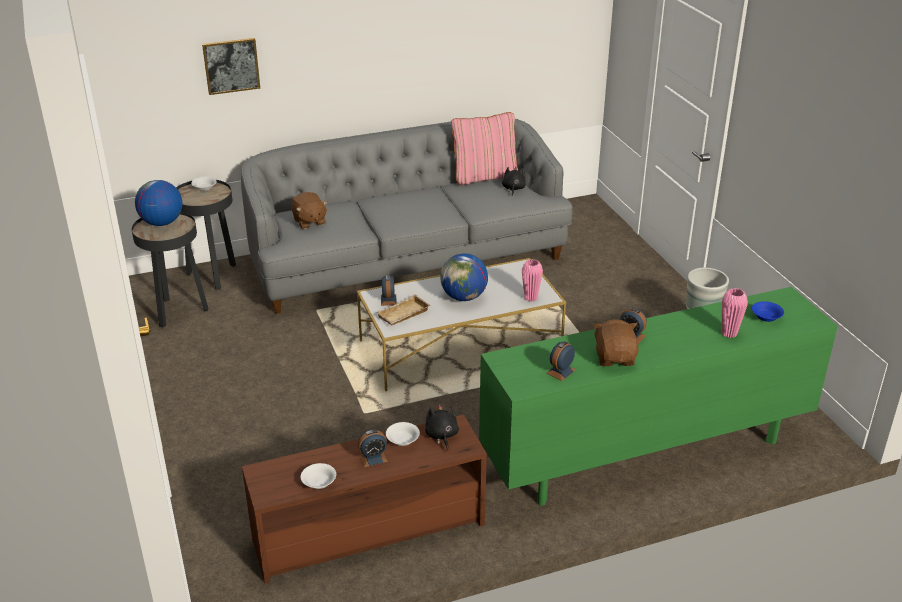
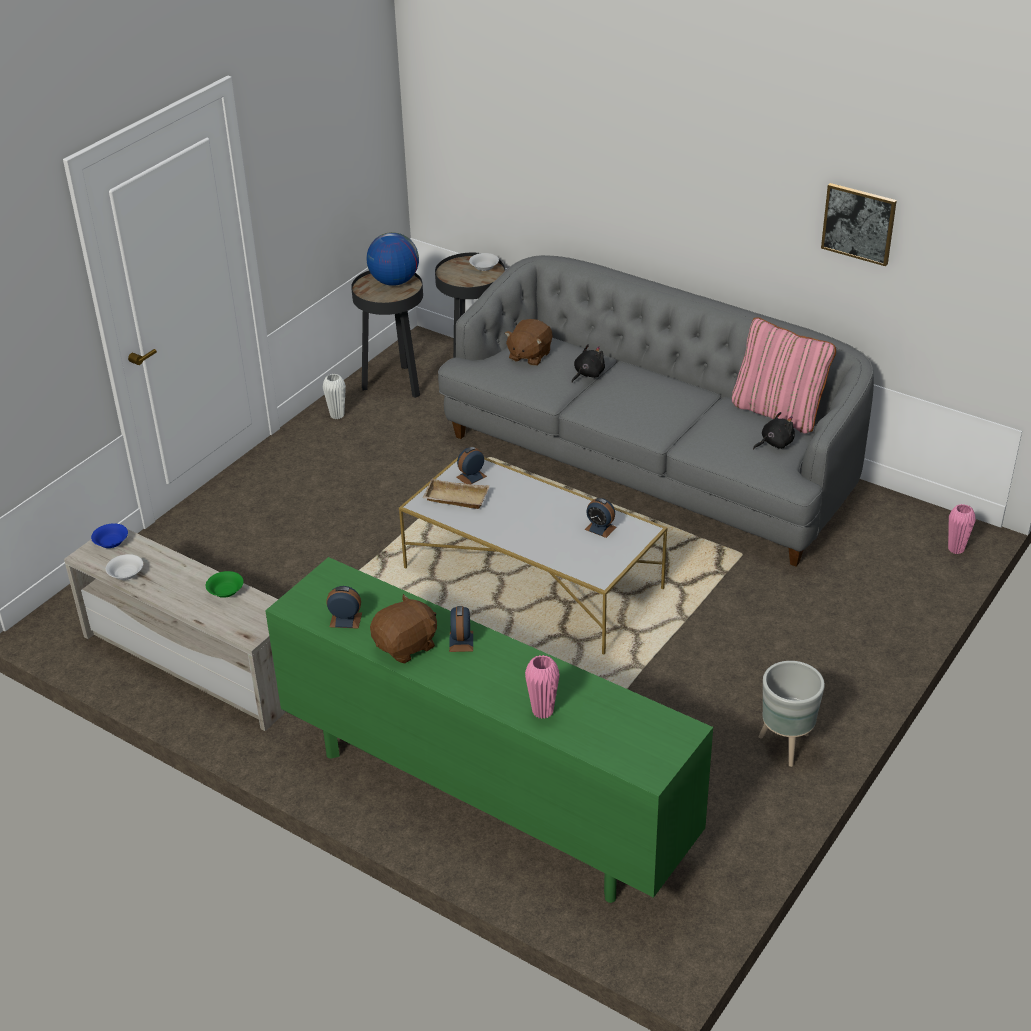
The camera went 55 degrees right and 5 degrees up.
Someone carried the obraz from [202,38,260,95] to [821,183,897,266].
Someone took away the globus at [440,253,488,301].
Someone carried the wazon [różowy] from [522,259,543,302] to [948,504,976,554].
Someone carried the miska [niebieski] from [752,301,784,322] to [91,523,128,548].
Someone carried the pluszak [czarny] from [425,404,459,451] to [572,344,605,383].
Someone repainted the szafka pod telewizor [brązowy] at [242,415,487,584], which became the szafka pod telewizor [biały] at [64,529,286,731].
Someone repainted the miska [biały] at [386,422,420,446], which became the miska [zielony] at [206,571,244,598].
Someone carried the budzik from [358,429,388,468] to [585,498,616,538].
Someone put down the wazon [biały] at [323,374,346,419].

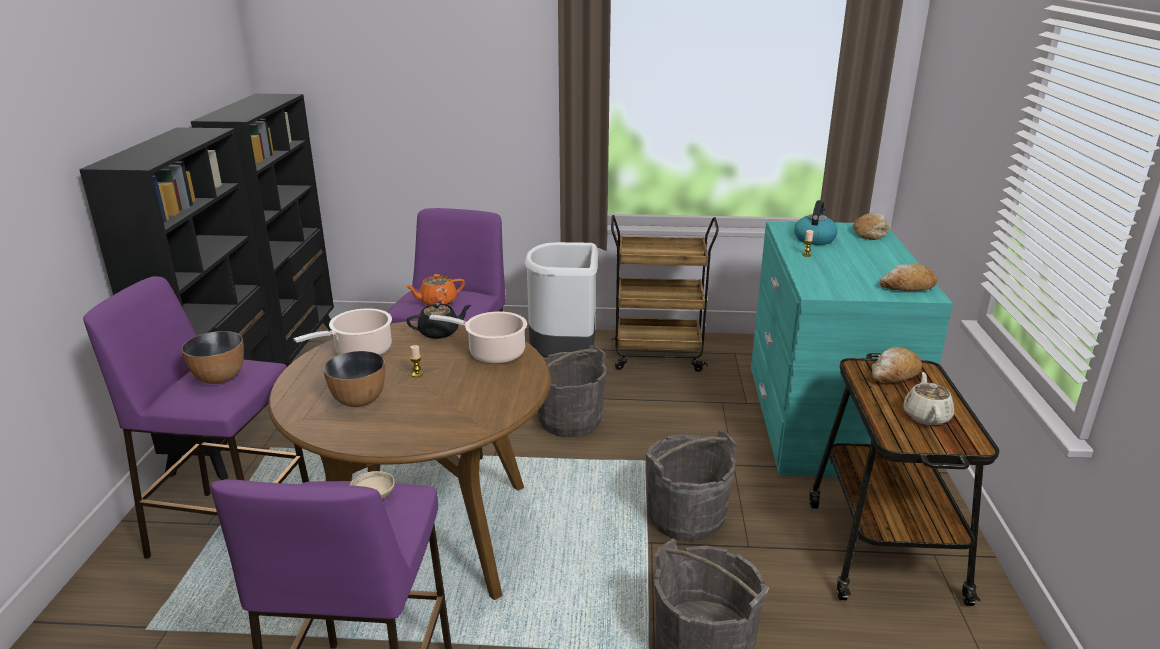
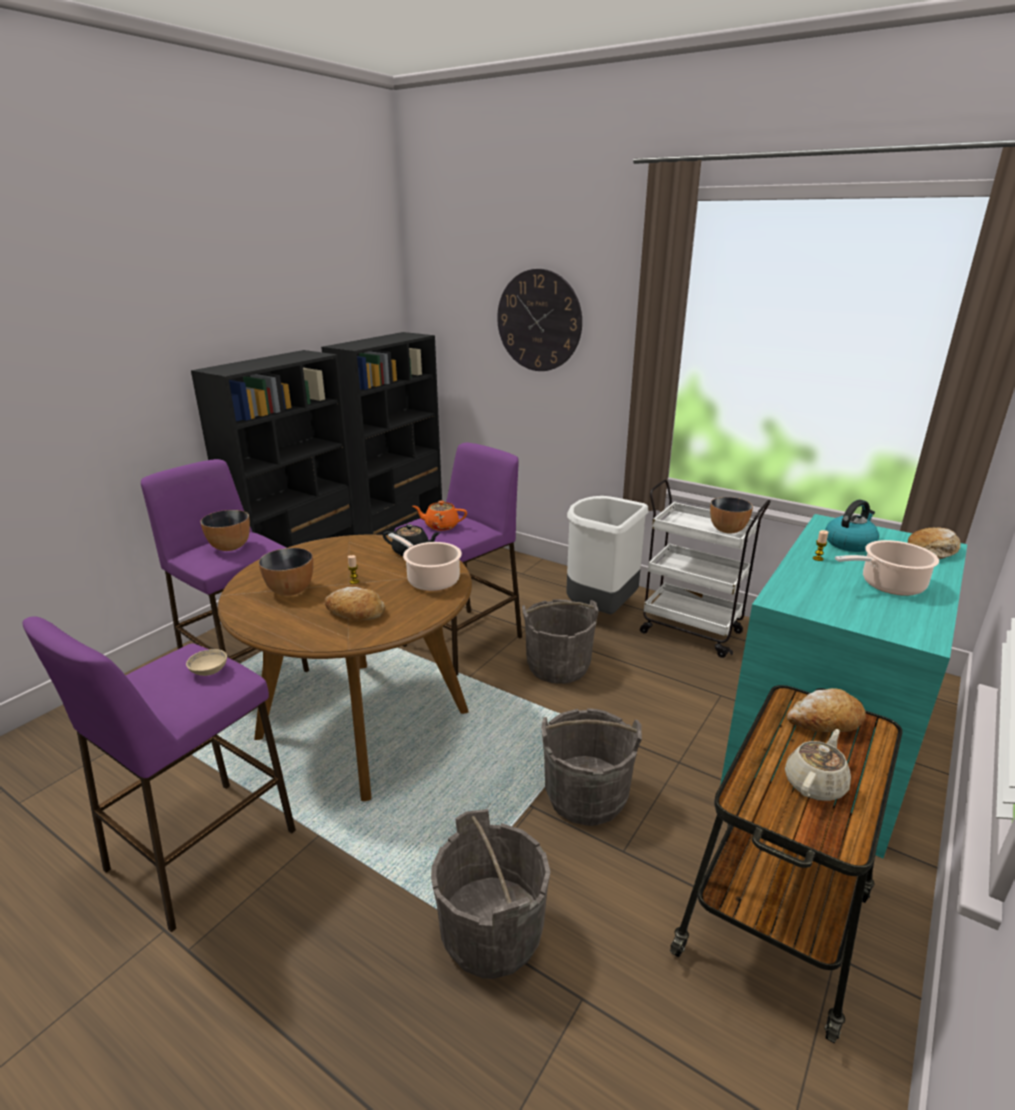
The camera went 30 degrees right and 0 degrees up.
Someone repainted the wózek [brązowy] at [611,215,719,372], which became the wózek [biały] at [640,480,771,658].
Someone carried the chleb from [880,264,937,291] to [324,587,385,620].
Someone carried the garnek from [294,308,392,355] to [835,540,939,596].
Someone put up the zegar ścienny at [497,269,582,371].
Someone put down the miska at [710,497,753,534].

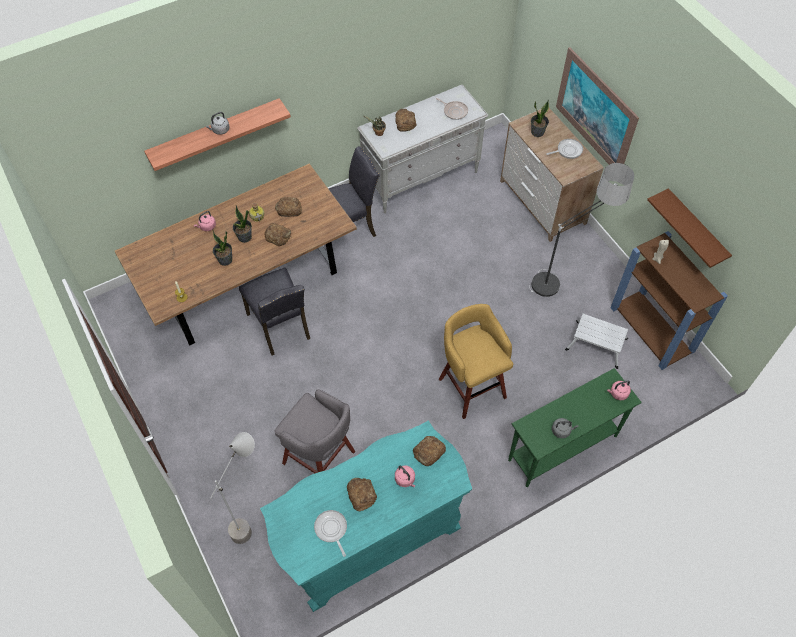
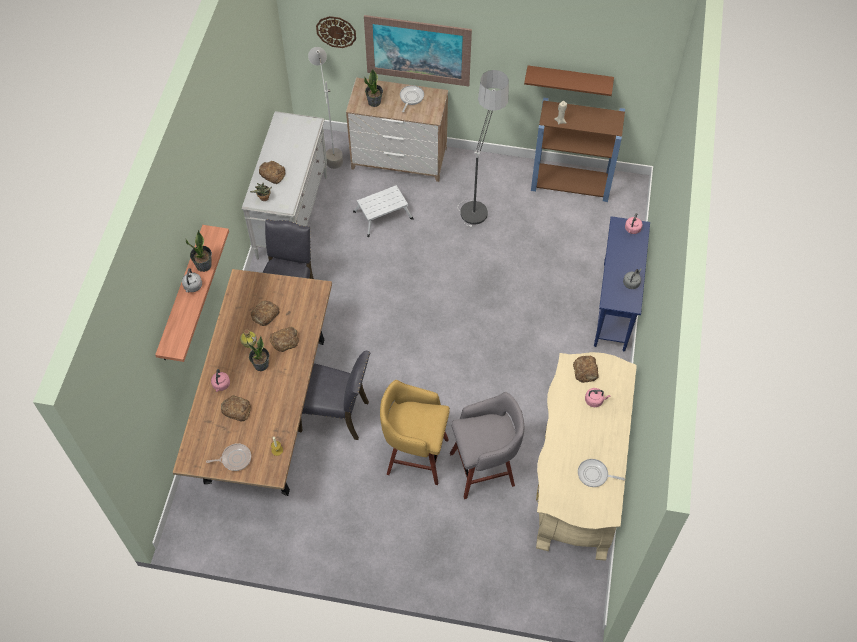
The camera went 50 degrees left and 0 degrees up.
Someone carried the patelnia from [436,98,468,120] to [206,443,251,471].
Someone carried the roślina doniczkowa from [213,231,232,266] to [186,230,212,272].
Someone carried the stołek [żółty] from [439,304,513,419] to [380,380,450,485].
Someone carried the drabinka [biały] from [565,313,628,369] to [353,185,414,237].
Someone repainted the stolik konsolowy [zielony] at [508,368,642,487], which became the stolik konsolowy [niebieski] at [594,216,650,351].
Someone repainted the komoda [turkusowy] at [260,420,472,612], which became the komoda [beżowy] at [536,352,637,561].
Someone carried the lampa stojąca [szary] from [210,432,255,544] to [308,47,343,169].
Someone carried the chleb from [347,478,377,511] to [221,395,251,422].
Someone put up the zegar ścienny at [316,16,356,48].

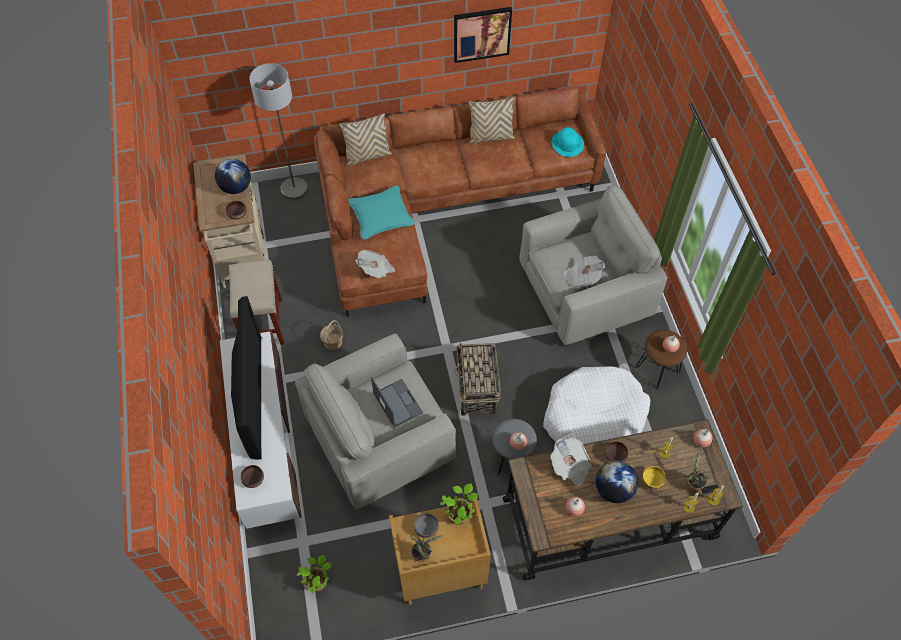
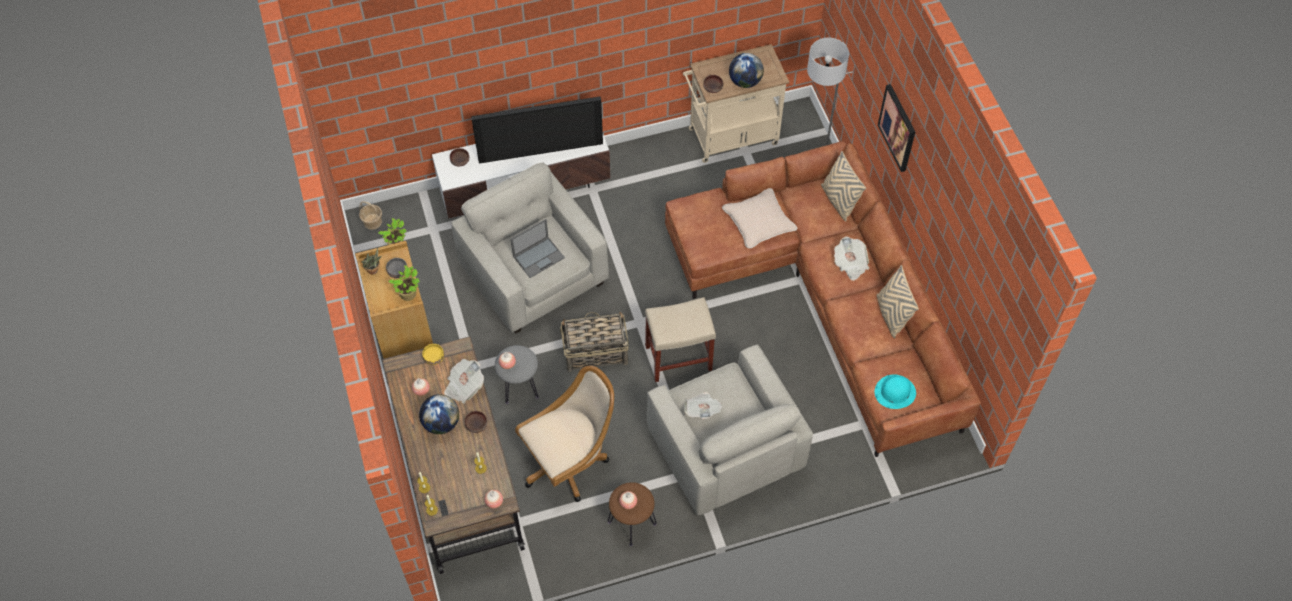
The camera went 85 degrees right and 0 degrees up.
Someone carried the obraz from [454,7,512,63] to [878,84,915,172].
Someone repainted the poduszka [turkusowy] at [348,186,414,239], which became the poduszka [beżowy] at [722,188,798,248].
Someone carried the gazeta from [355,250,395,278] to [834,236,869,281].
Someone carried the stołek [beżowy] from [229,260,285,345] to [645,297,716,382].
Someone carried the koszyk from [320,320,343,350] to [359,201,382,230].
Someone swapped the legowisko [biały] at [543,366,650,444] for the krzesło biurowe at [515,365,614,502].
Someone took away the roślina doniczkowa at [685,452,709,491].
Someone carried the miska [żółty] from [641,466,666,490] to [422,344,444,365].

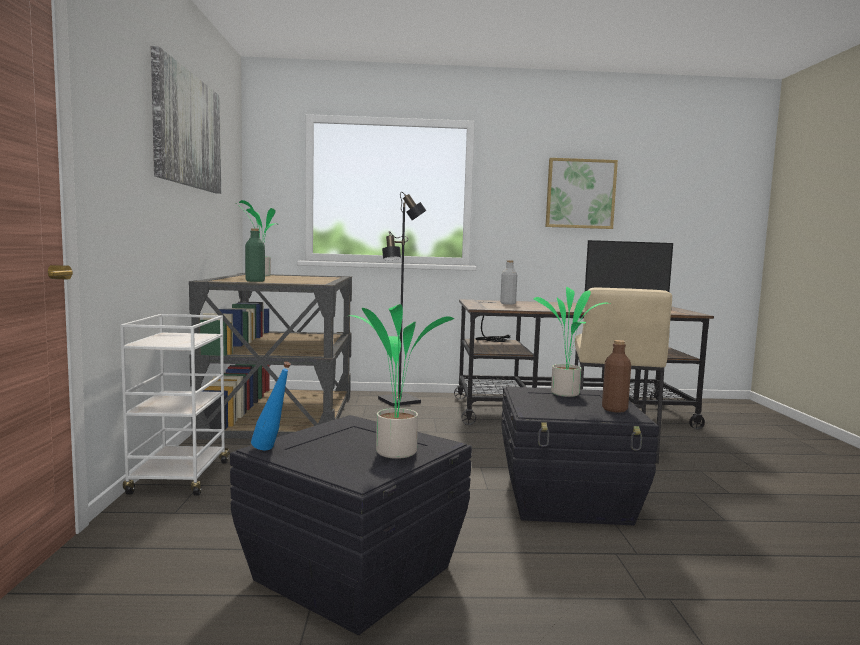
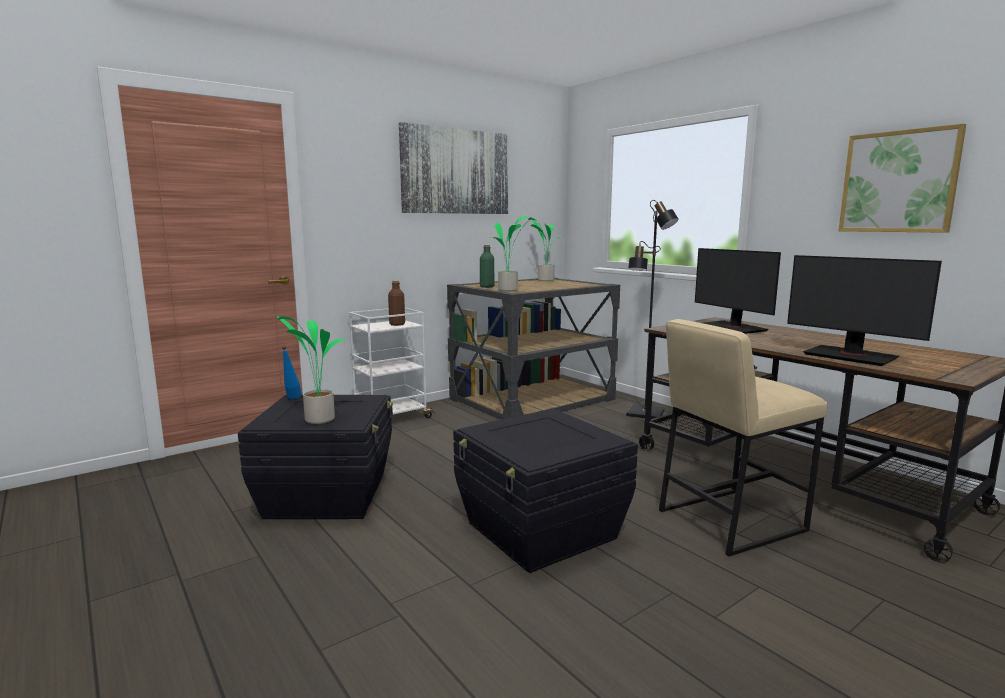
The camera went 55 degrees right and 5 degrees up.
Someone swapped the butelka [szary] at [500,260,517,305] for the monitor at [695,248,781,334].
Someone carried the roślina doniczkowa from [533,287,610,397] to [489,216,528,291].
Someone carried the butelka [brązowy] from [602,340,631,413] to [388,280,405,326].

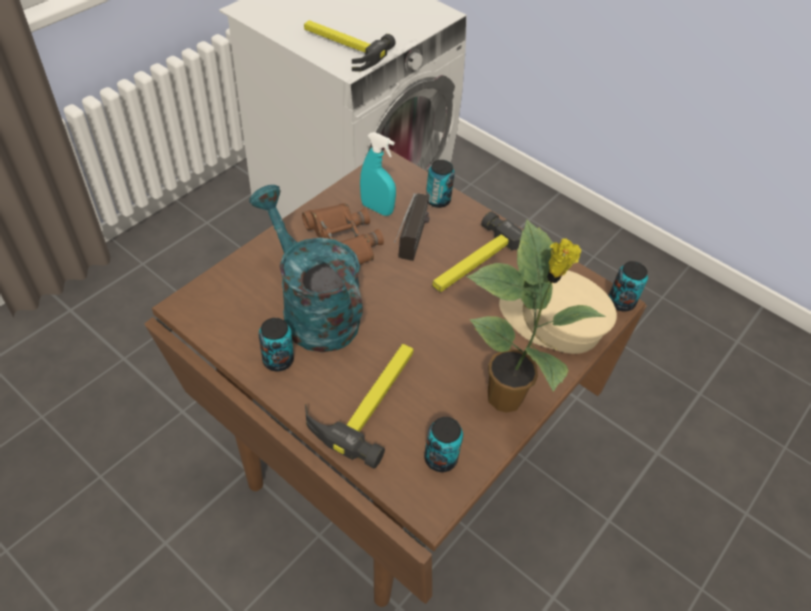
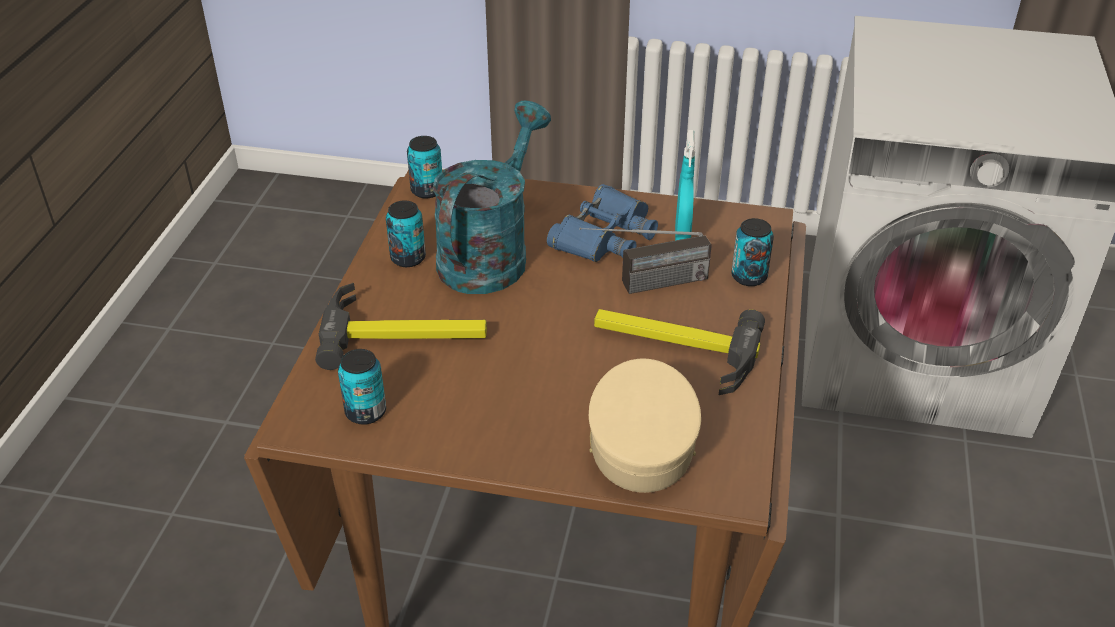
The camera went 65 degrees right and 10 degrees down.
Someone took away the młotek at [304,20,396,72].
Someone repainted the lornetka [brązowy] at [302,203,384,265], which became the lornetka [niebieski] at [547,184,658,262].
Someone took away the roślina doniczkowa at [466,219,606,413].
Someone carried the puszka from [608,261,648,311] to [407,136,442,198].

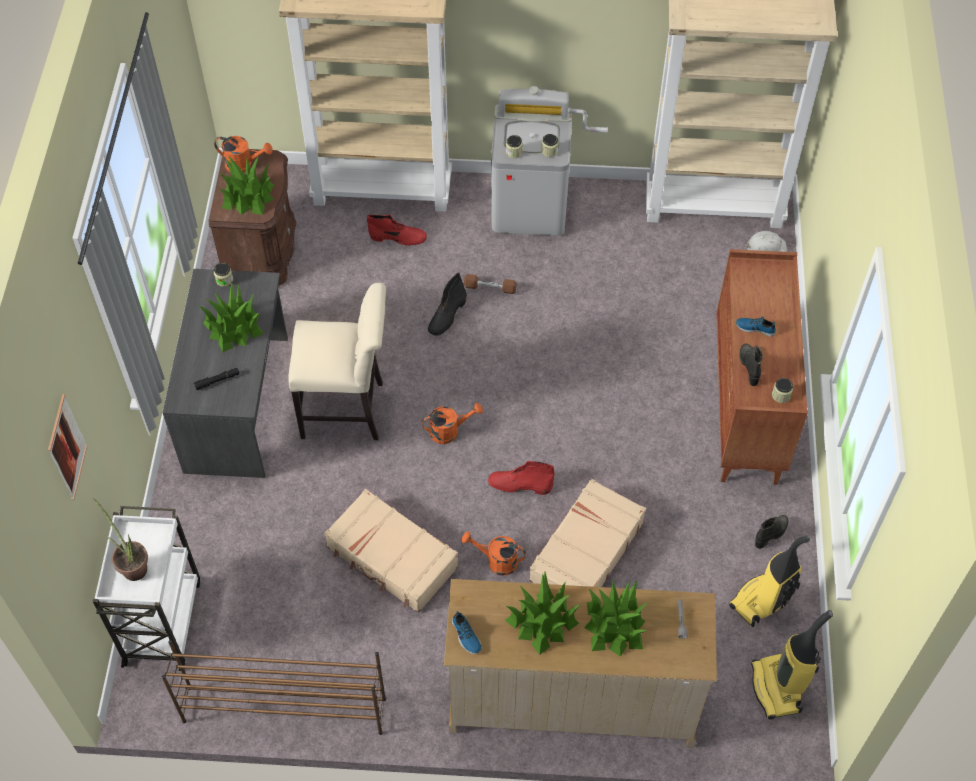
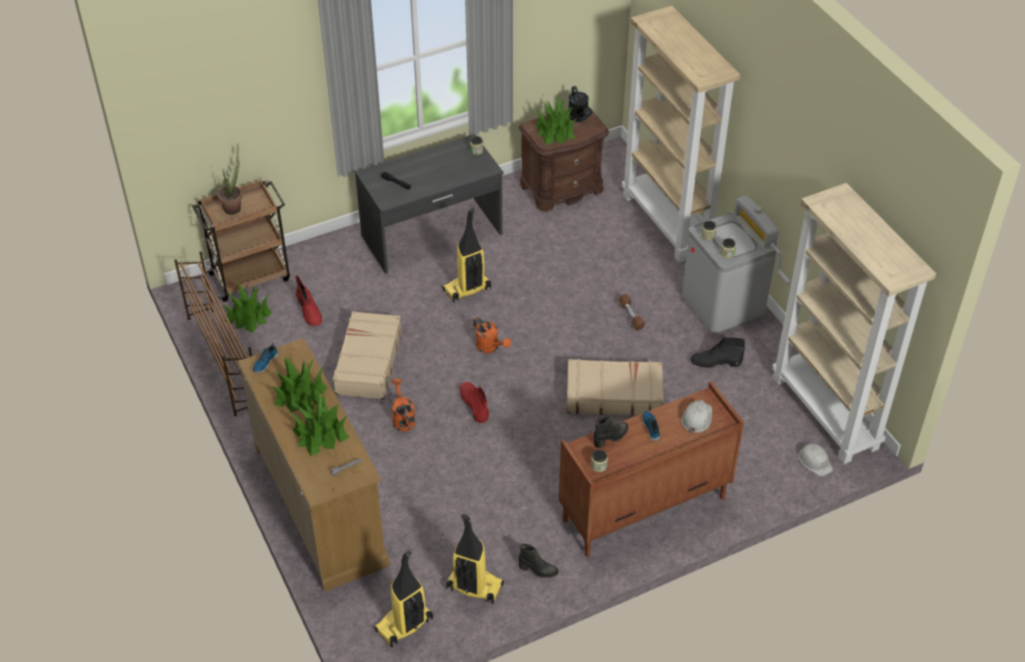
The camera went 60 degrees right and 10 degrees down.
Someone repainted the konewka [pomarańczowy] at [214,136,273,173], which became the konewka [czarny] at [568,86,592,122].
Someone carried the but z cholewką [czerwony] from [367,214,427,246] to [296,275,322,326].
Someone carried the but z cholewką [czarny] from [428,273,467,336] to [691,337,745,368].
Someone carried the roślina doniczkowa from [197,283,263,353] to [223,282,272,333].
Someone swapped the stołek [beżowy] at [288,283,386,440] for the odkurzacz at [442,208,491,302].
Someone took away the obraz at [48,394,87,500].
Someone carried the walizka [beżowy] from [529,479,646,587] to [567,359,664,416].
Someone repainted the wózek [biały] at [93,506,200,671], which became the wózek [brązowy] at [192,179,290,302].
Someone put down the kask [biały] at [682,400,712,433].

